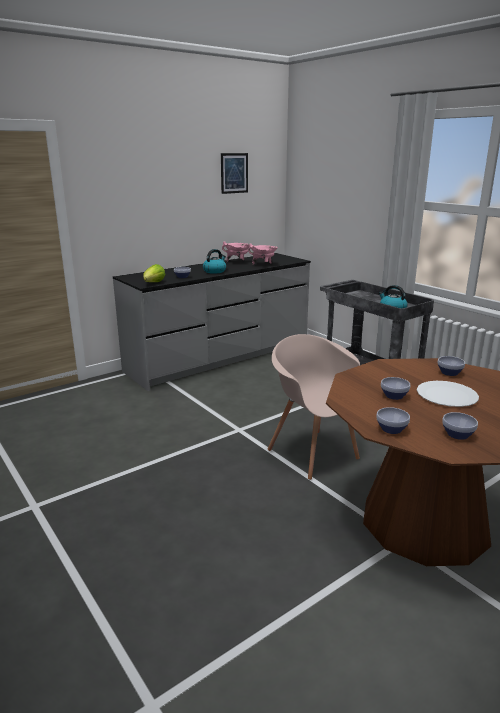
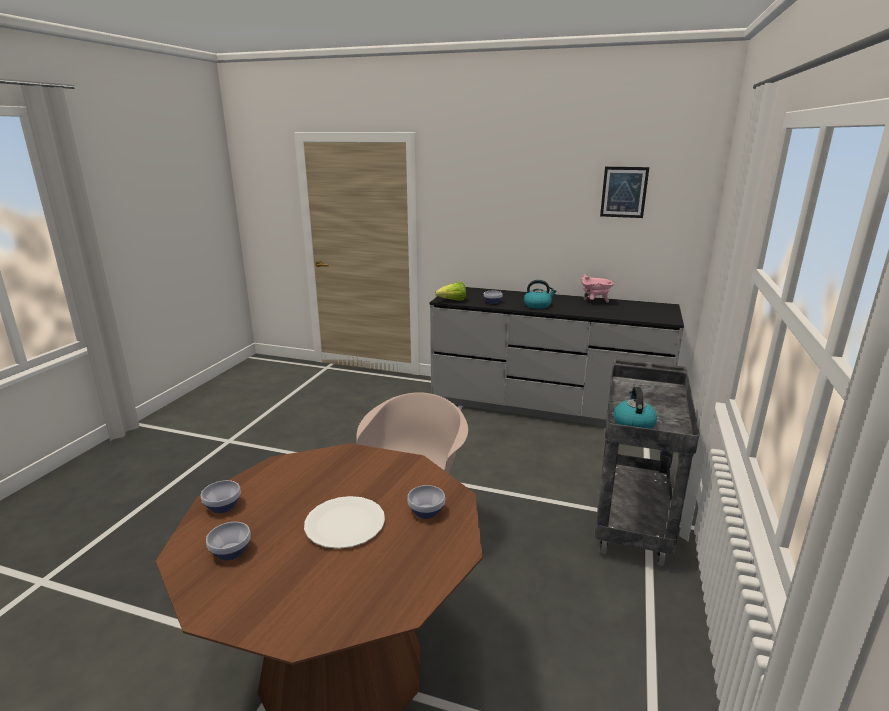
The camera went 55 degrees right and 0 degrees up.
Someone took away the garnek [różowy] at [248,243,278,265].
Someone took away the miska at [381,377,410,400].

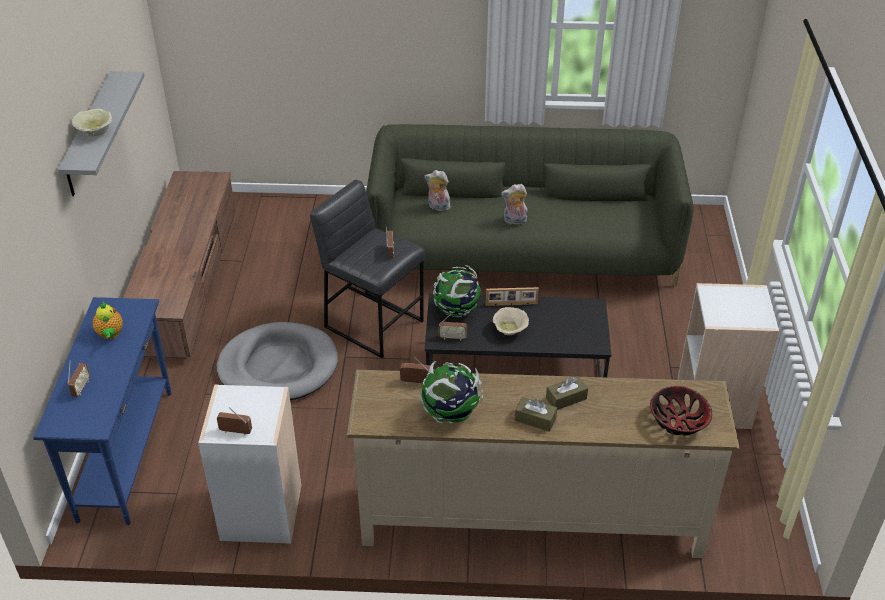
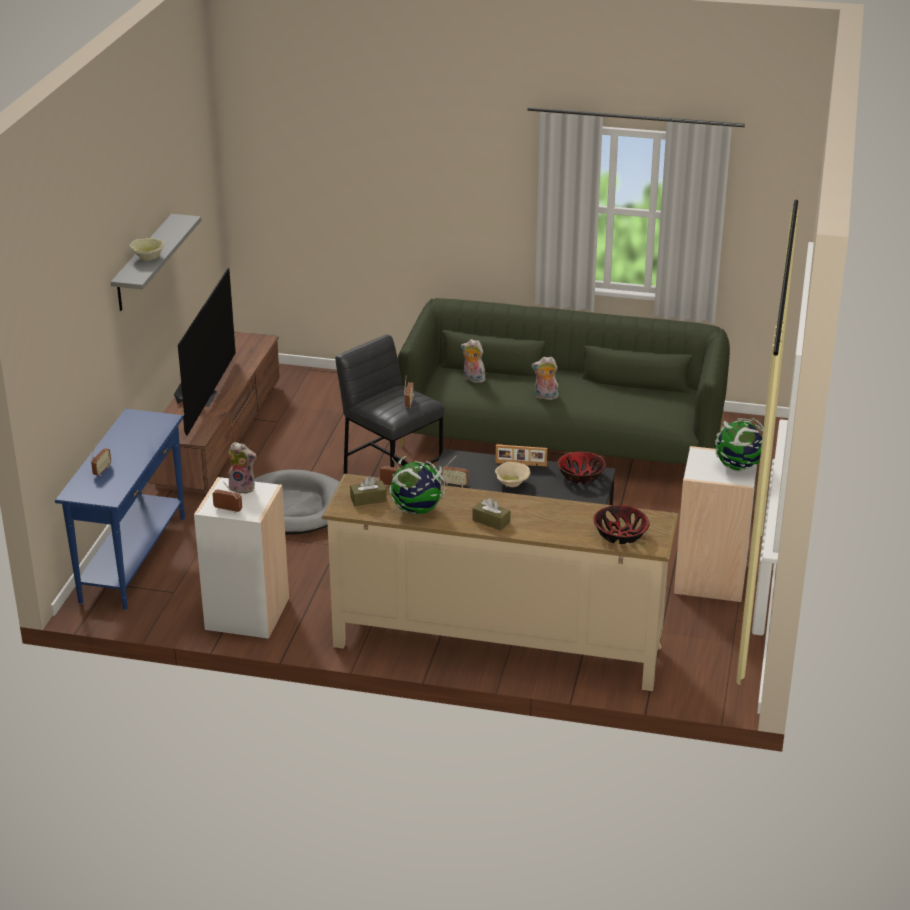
The camera went 10 degrees right and 10 degrees down.
Someone carried the globus from [433,265,480,317] to [715,418,763,472].
Someone took away the imbryk at [93,302,123,339].
Someone carried the pudełko chusteczek [brązowy] from [546,376,588,410] to [350,476,387,506].
Someone put down the telewizor at [174,268,236,435].
Someone put down the pluszak at [228,442,257,494].
Someone put down the miska at [557,451,606,484].

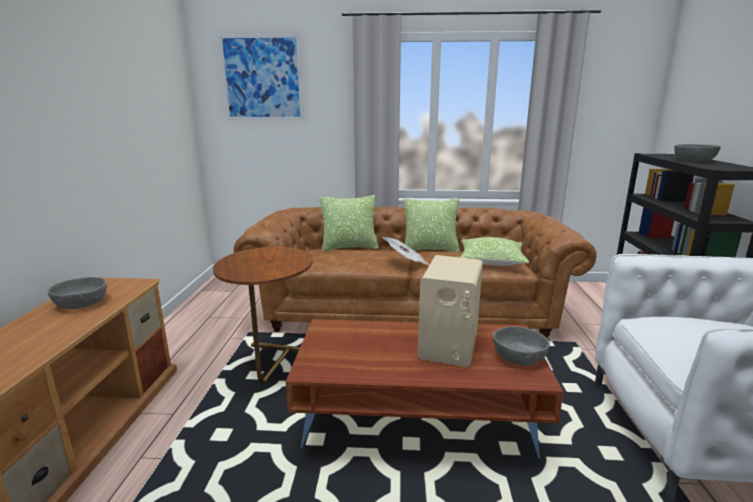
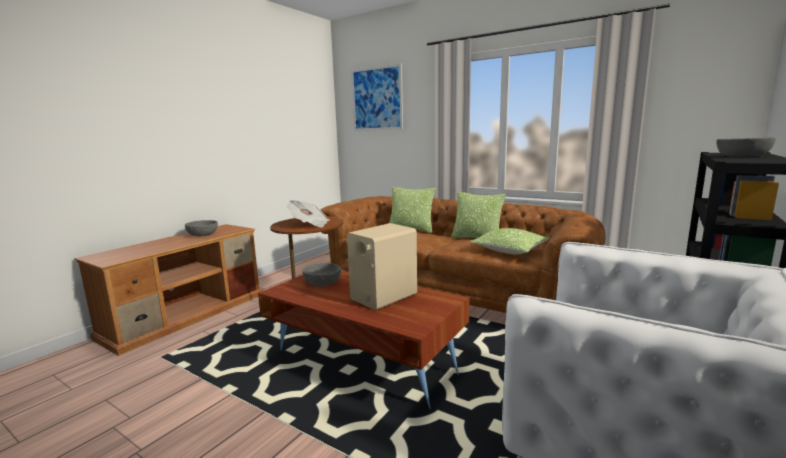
The camera went 30 degrees right and 5 degrees down.
Someone carried the gazeta from [383,237,430,265] to [286,200,330,228].
Someone carried the miska [szary] from [493,326,550,366] to [302,263,341,286].

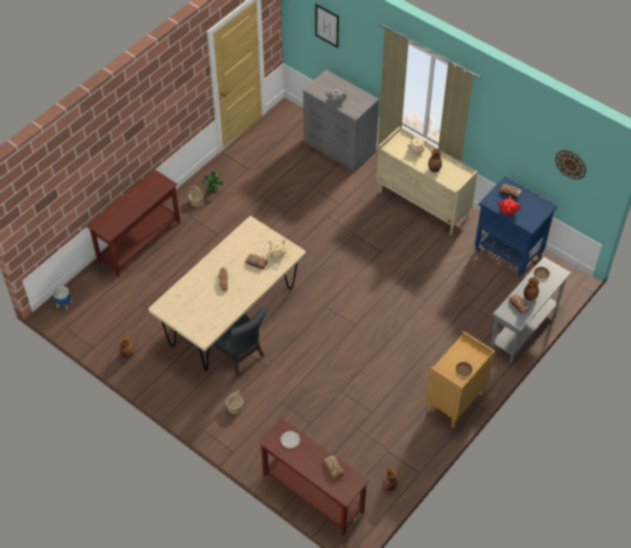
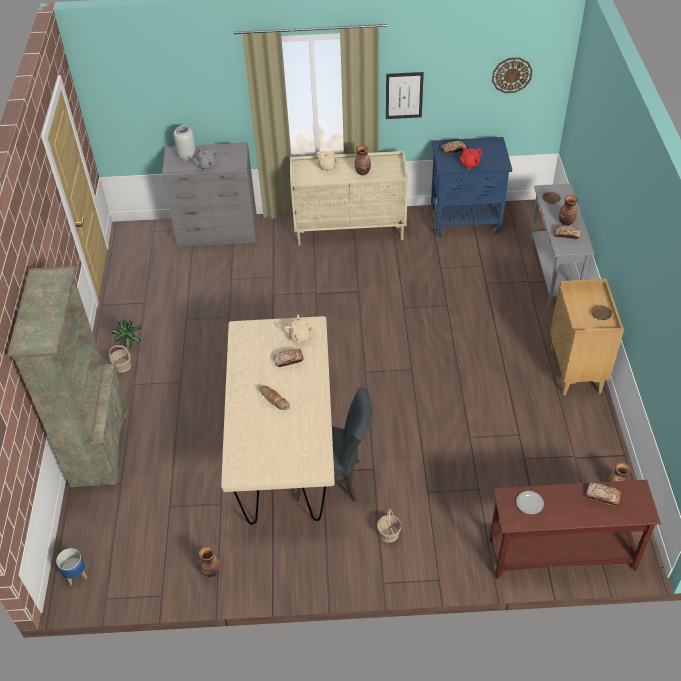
The camera went 40 degrees left and 5 degrees down.
Someone carried the obraz from [315,3,339,48] to [386,72,424,119].
Someone swapped the stolik konsolowy [brązowy] at [87,169,181,277] for the regał [zielony] at [7,266,128,487].
Someone put down the wazon [szary] at [174,126,196,160].

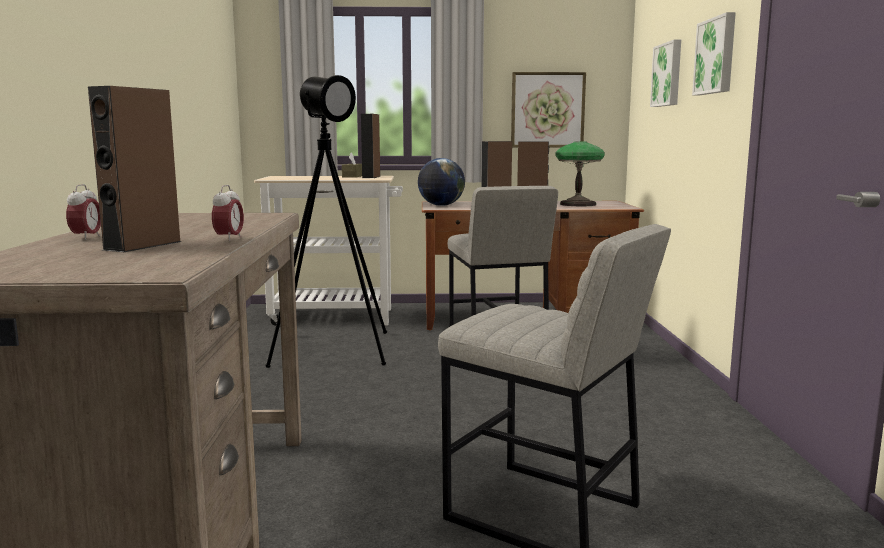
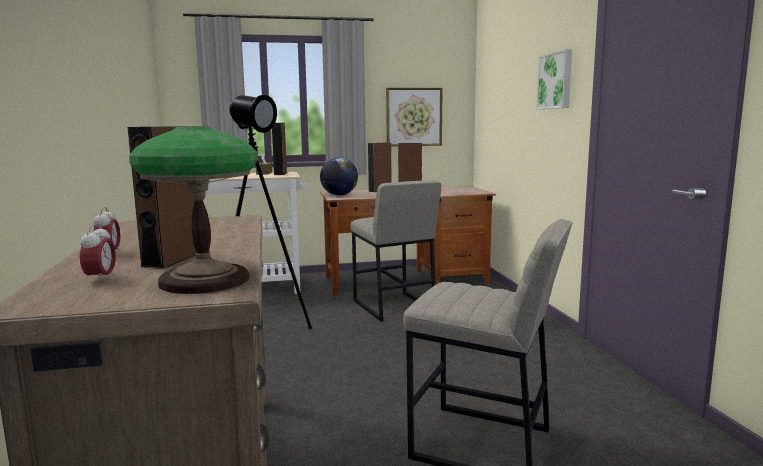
The camera went 10 degrees left and 0 degrees up.
Someone took away the obraz at [650,40,681,107].
Someone carried the lampa stołowa from [555,141,605,206] to [129,126,258,294].
Someone carried the budzik from [212,185,244,241] to [80,223,116,283].

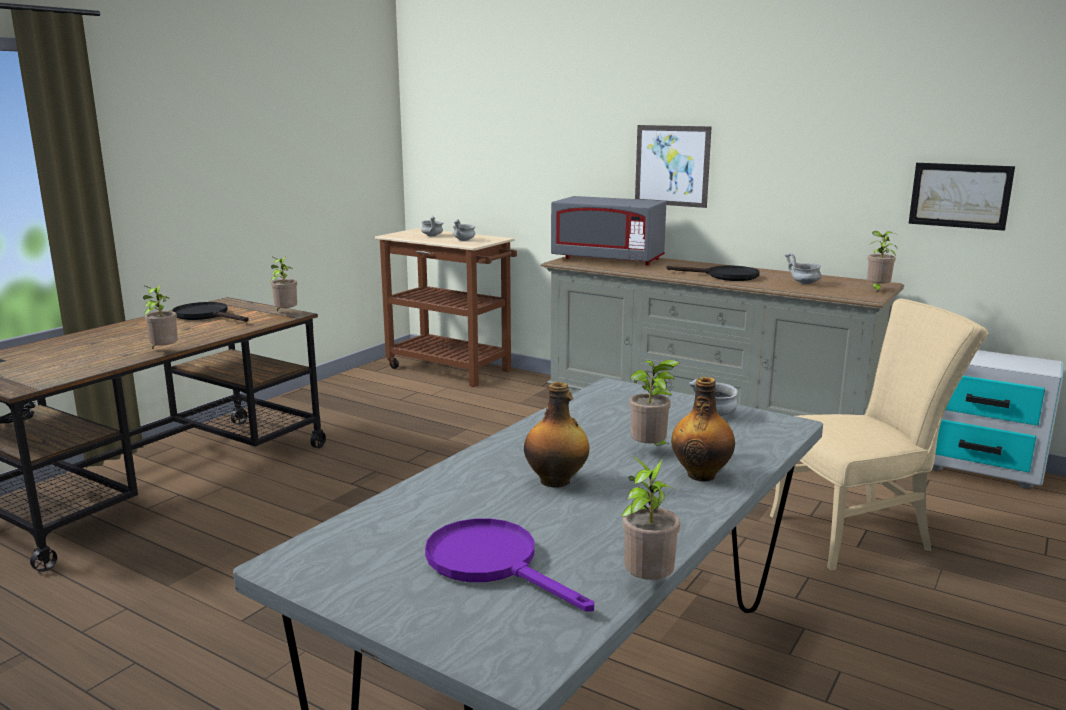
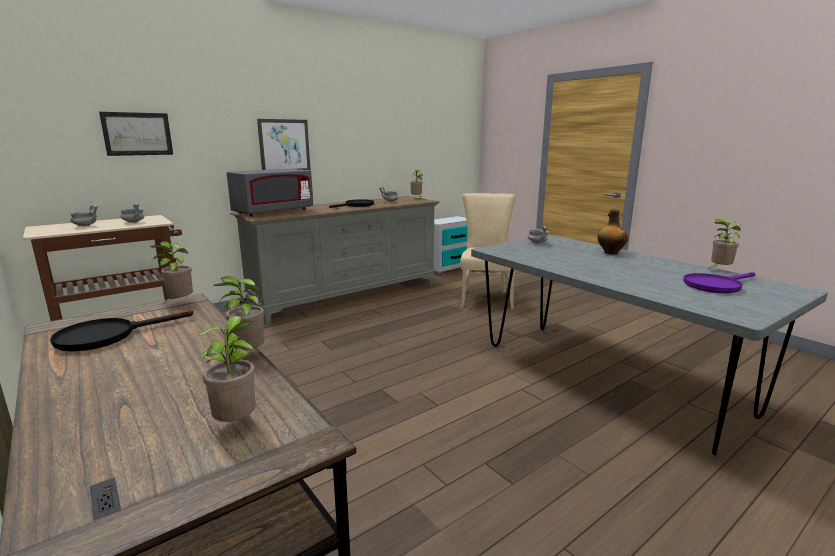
The camera went 70 degrees left and 0 degrees up.
Someone carried the obraz from [909,163,1015,231] to [99,112,173,156].
Someone carried the roślina doniczkowa from [629,359,680,446] to [197,316,256,422].
Someone took away the butelka at [524,382,589,488].

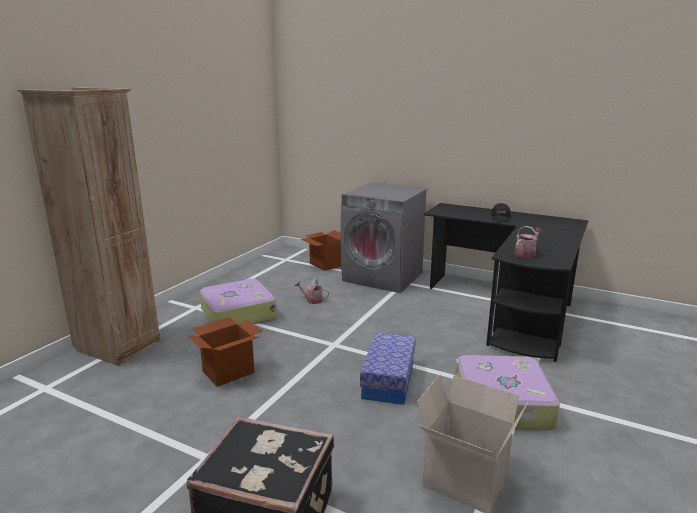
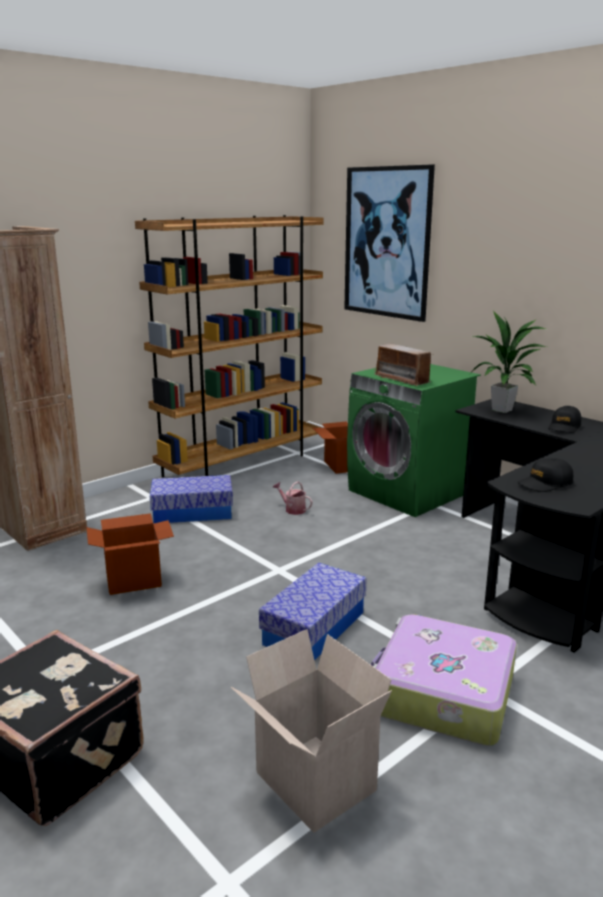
The camera went 20 degrees right and 0 degrees up.
Someone repainted the pralka [szary] at [341,182,428,293], which became the pralka [zielony] at [347,364,481,517].
Someone swapped the konewka at [515,226,543,258] for the czapka z daszkiem [czarny] at [517,458,573,492].
Someone swapped the walizka at [200,279,277,324] for the pojemnik do przechowywania at [150,475,233,523].
Someone put up the obraz at [344,165,435,322].
Someone put down the regał [brązowy] at [135,215,324,477].
Someone put down the roślina doniczkowa at [470,310,547,413].
Someone put down the radio at [374,343,431,386].

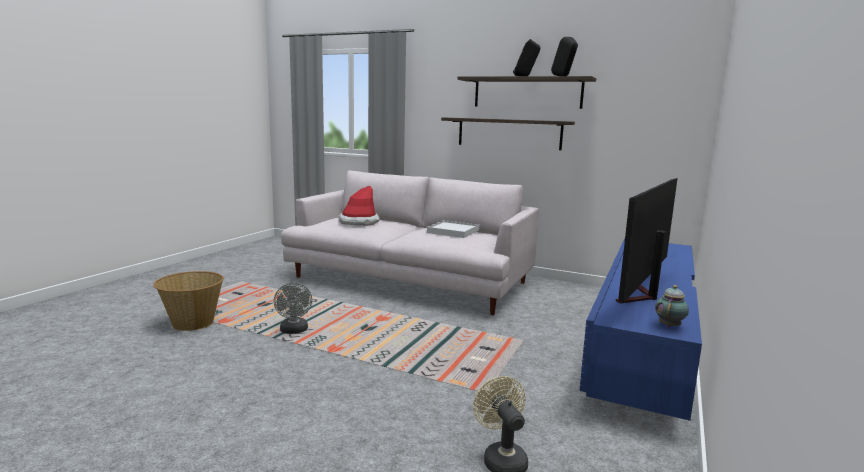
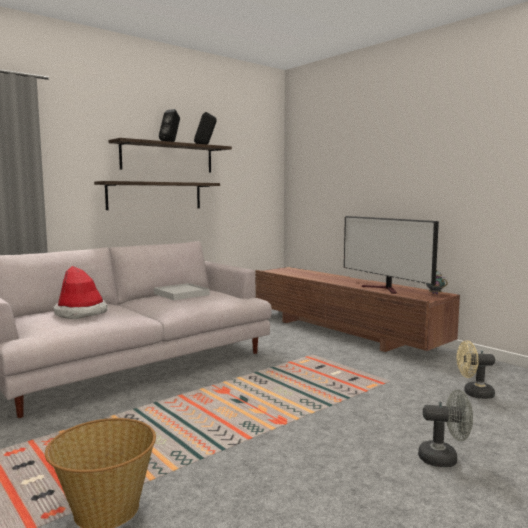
The camera went 65 degrees left and 5 degrees down.
Someone repainted the szafka pod telewizor [niebieski] at [579,238,702,421], which became the szafka pod telewizor [brązowy] at [255,267,460,352].
Someone carried the wentylator [szary] from [274,283,312,334] to [418,389,473,467].

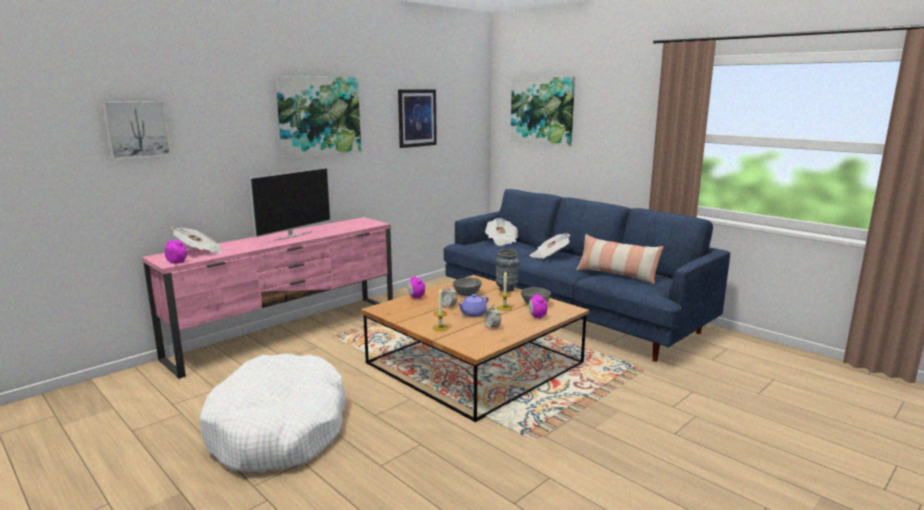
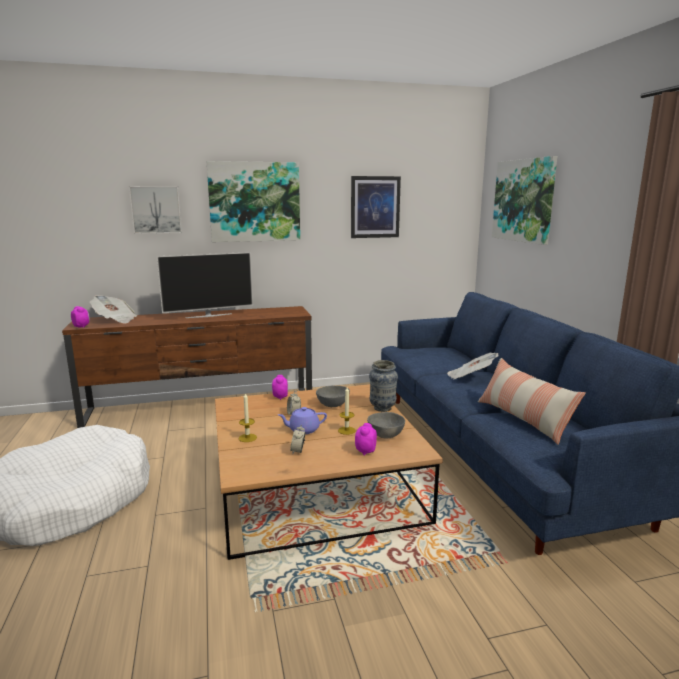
The camera went 30 degrees right and 0 degrees up.
Someone carried the obraz from [102,101,171,160] to [129,186,182,234].
Someone repainted the szafka pod telewizor [różowy] at [142,217,393,379], which became the szafka pod telewizor [brązowy] at [62,306,312,428].
Someone took away the gazeta at [485,218,518,246].

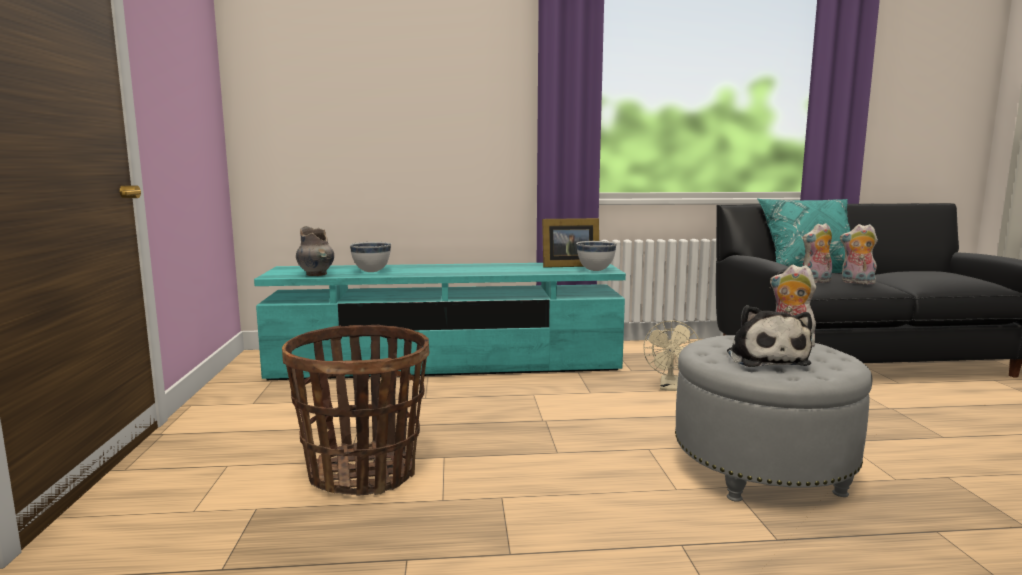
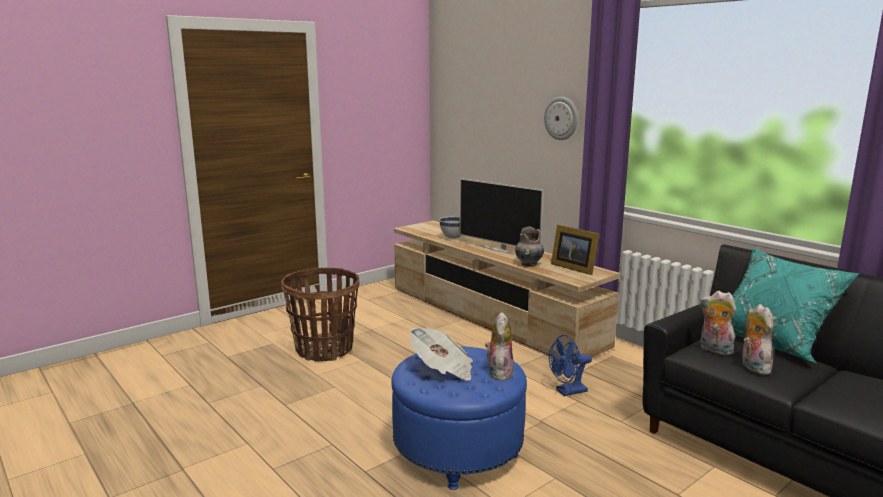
The camera went 55 degrees right and 5 degrees up.
Someone carried the wazon [szary] from [296,226,334,276] to [515,226,544,267].
Someone took away the miska [biały] at [576,241,617,271].
Someone repainted the szafka pod telewizor [turkusowy] at [254,263,626,380], which became the szafka pod telewizor [beżowy] at [394,221,620,365].
Someone swapped the pluszak at [727,305,812,367] for the gazeta at [410,327,473,381].
Someone repainted the wentylator [beżowy] at [643,320,699,391], which became the wentylator [niebieski] at [549,335,592,396].
Someone repainted the pufa [szary] at [675,335,872,502], which became the pufa [niebieski] at [392,346,527,490].
Someone put up the zegar ścienny at [544,97,578,140].
Someone put down the telewizor at [460,178,543,254].

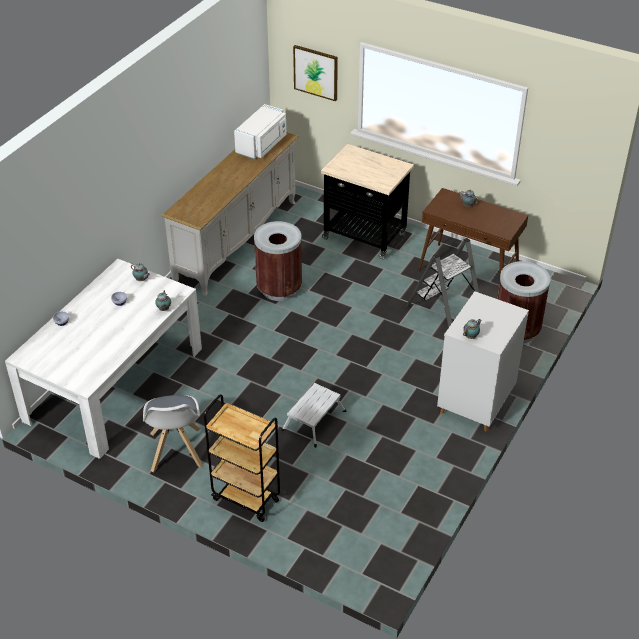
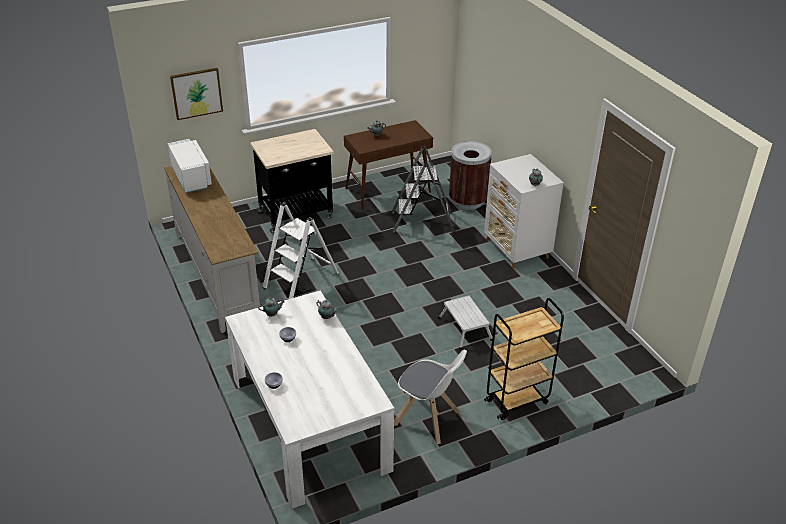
The camera went 55 degrees left and 5 degrees down.
Someone swapped the kosz na śmieci [brązowy] at [254,221,302,301] for the drabinka [biały] at [262,202,340,299].

